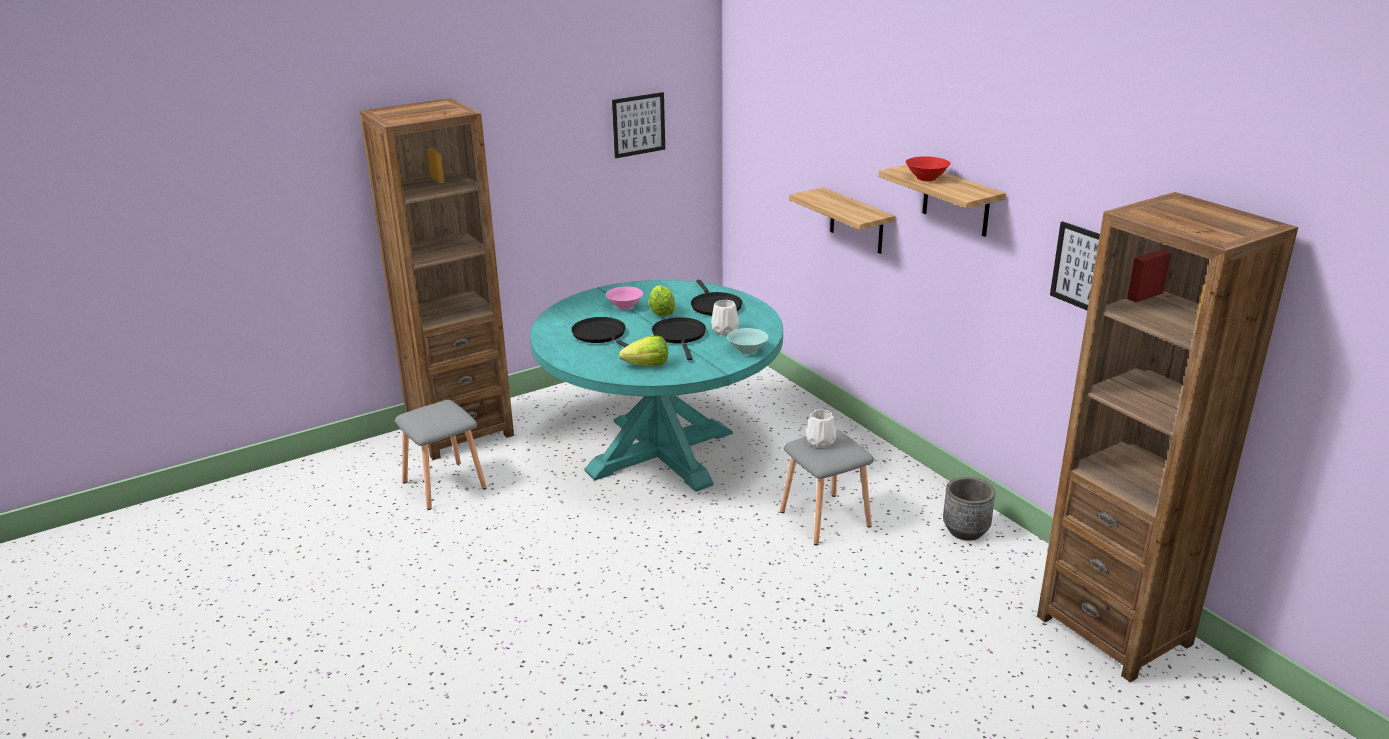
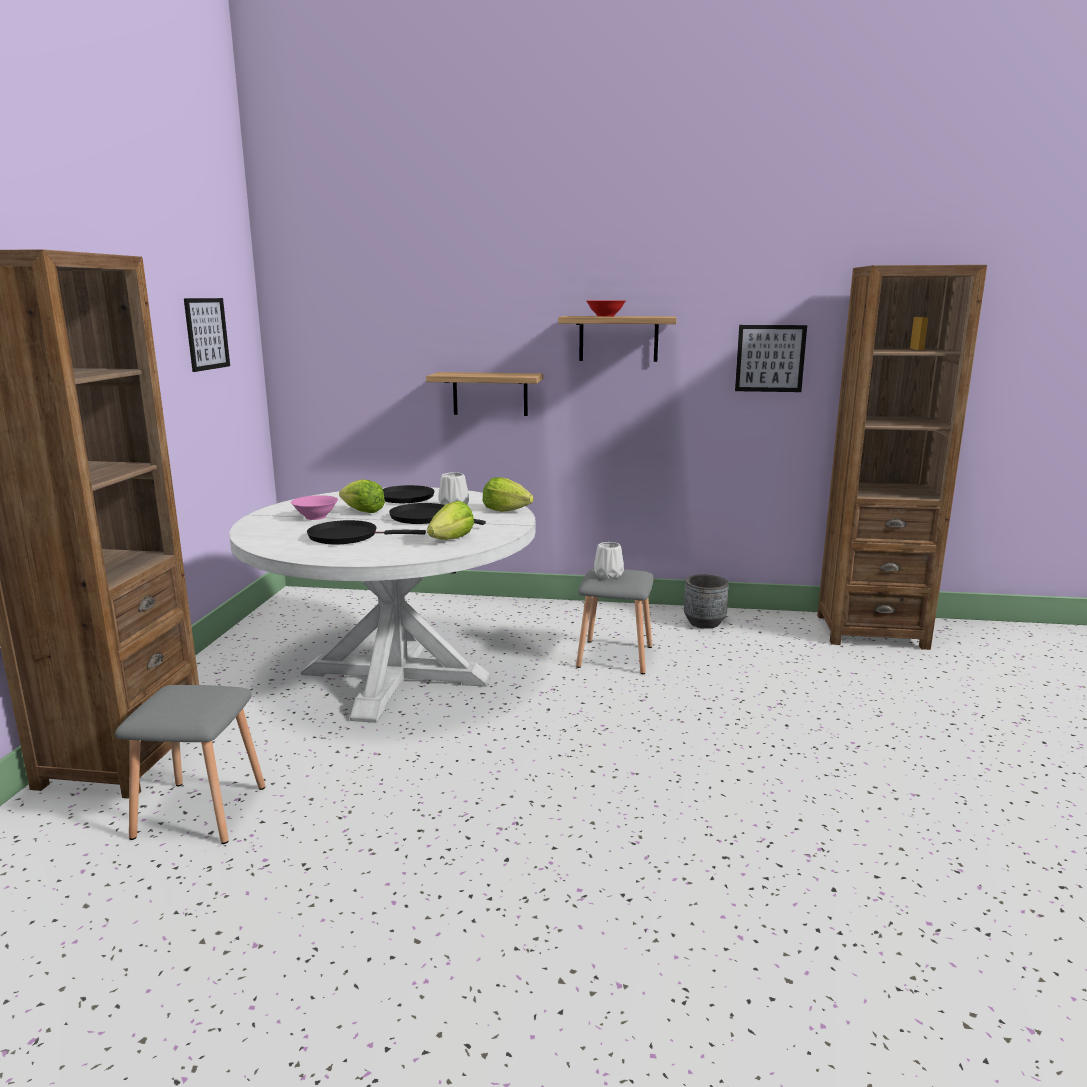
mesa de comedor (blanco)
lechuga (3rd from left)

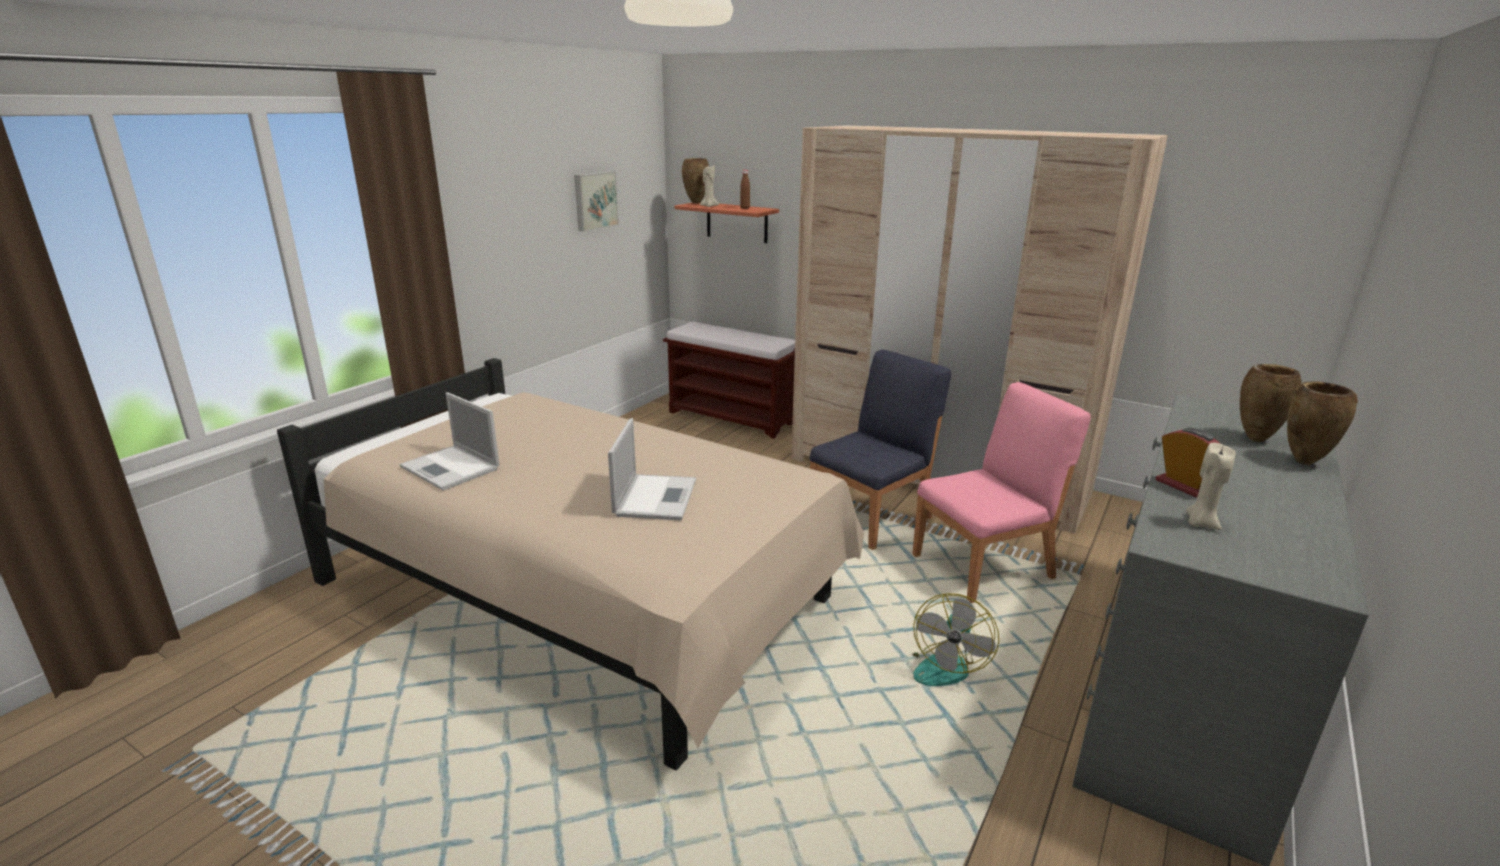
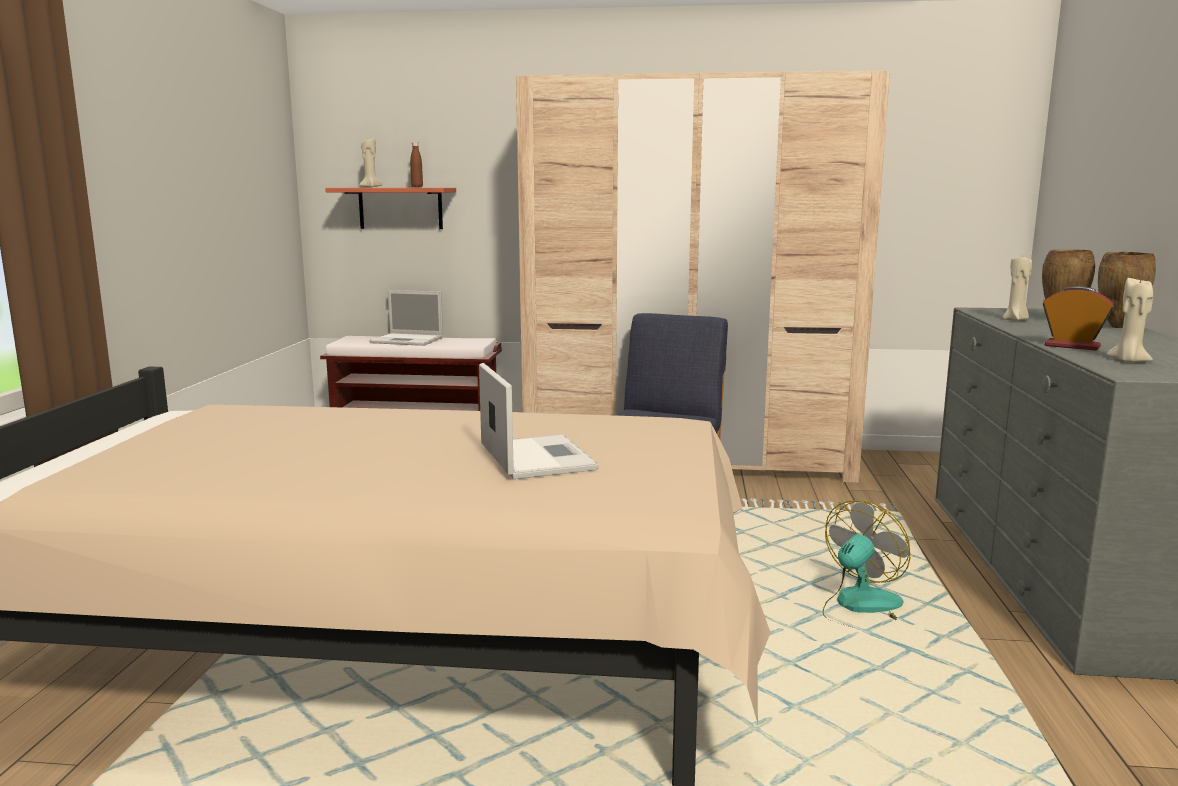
florero (marrón) (1st from left in the first image)
cuadro
silla (rosa)
portátil (1st from left)
ventilador
vela (beis) (2nd from left)

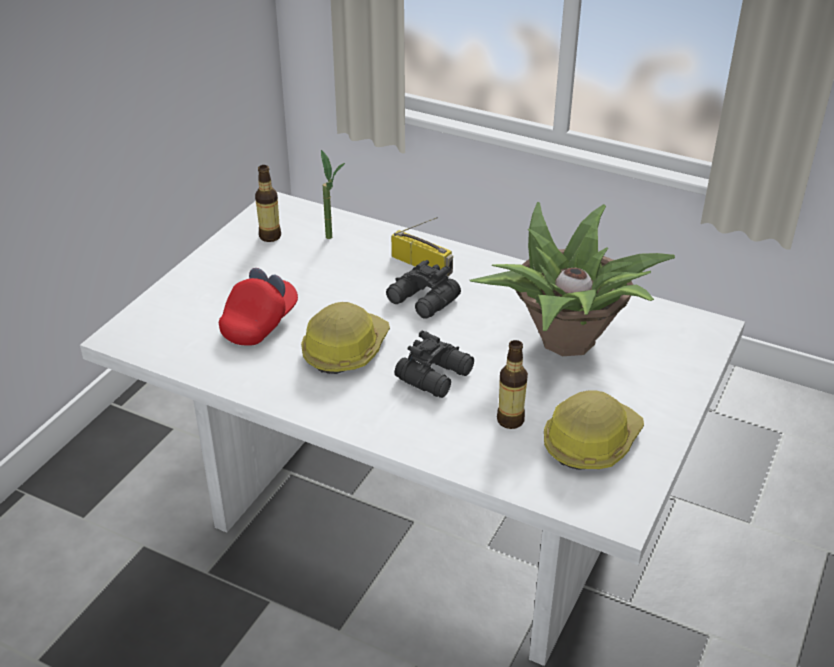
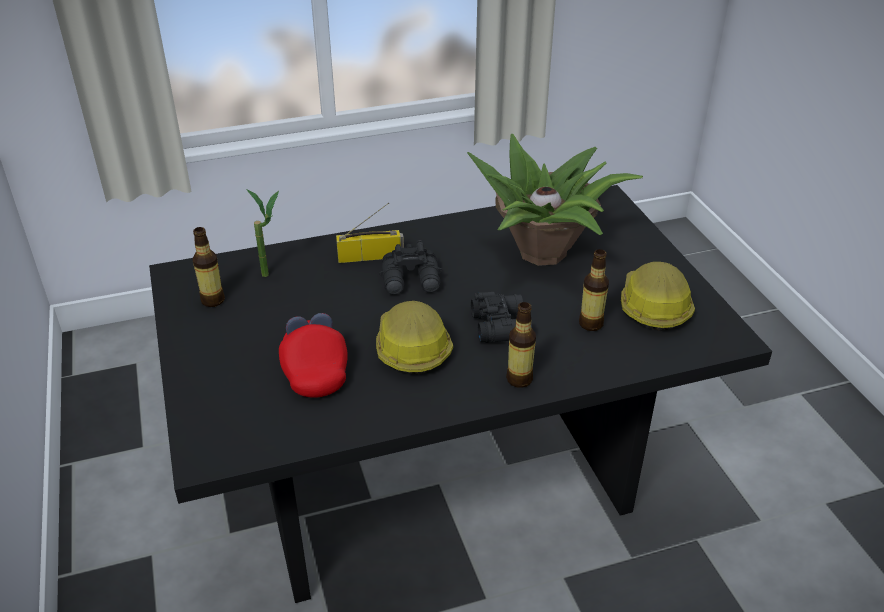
mesa de comedor (negro)
botella (2nd from left)

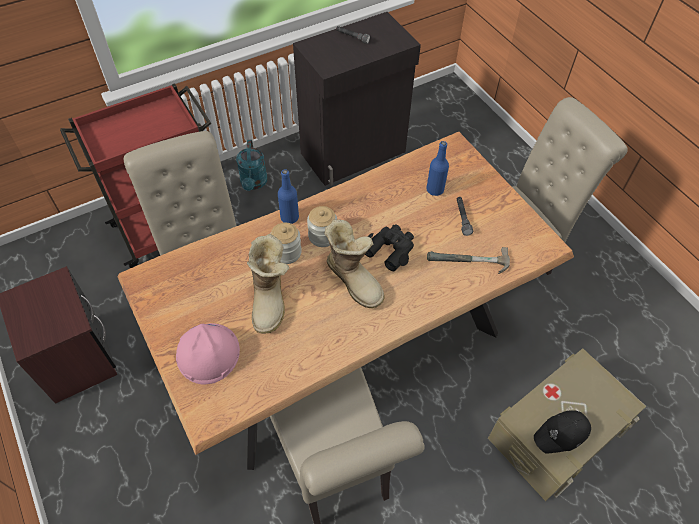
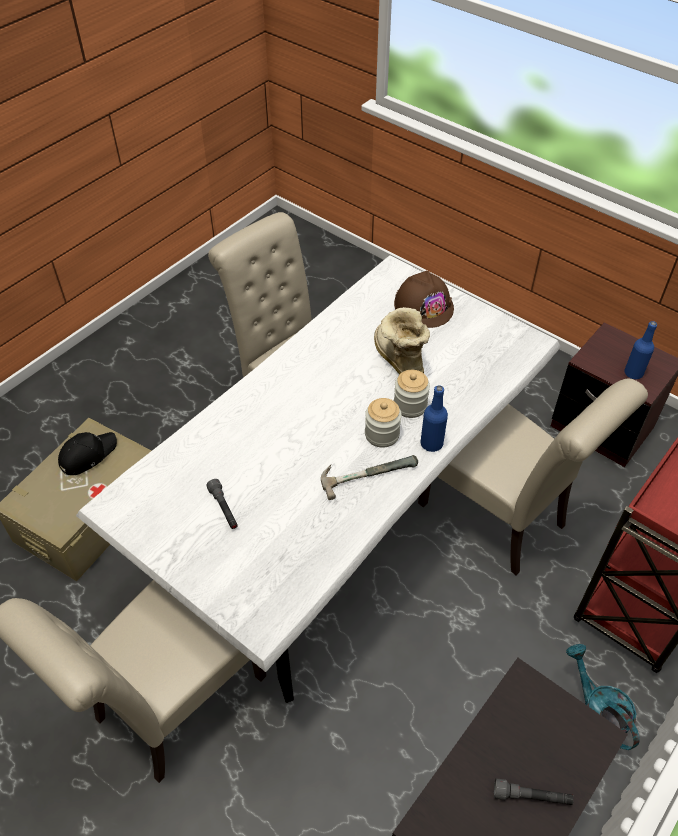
mesa de comedor (blanco)
botella (azul) (2nd from left)
bota (2nd from left in the first image)
prismáticos (negro)
martillo
casco (marrón)

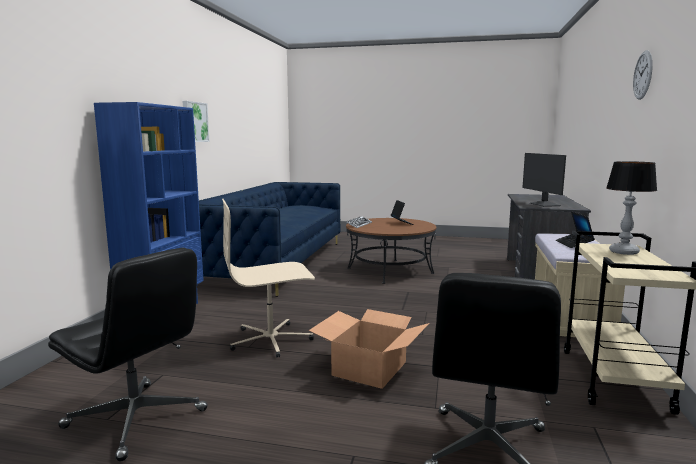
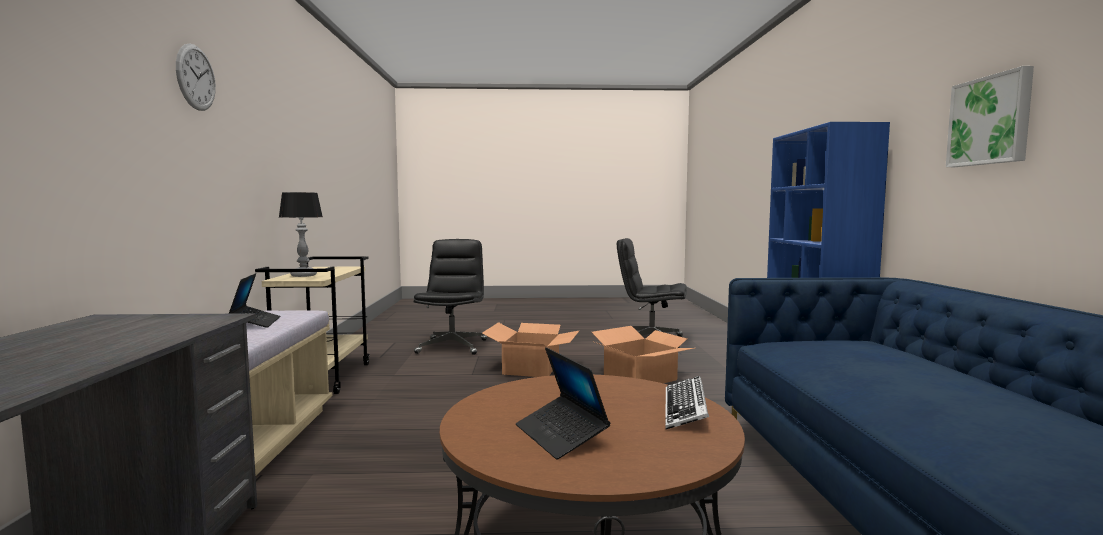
monitor
caja de cartón (2nd from left)

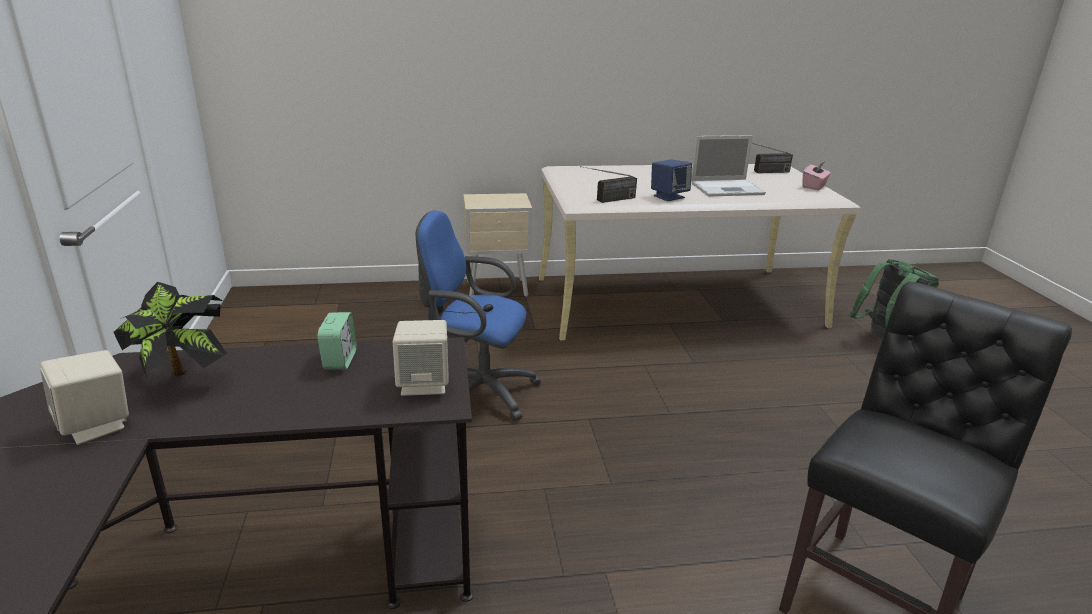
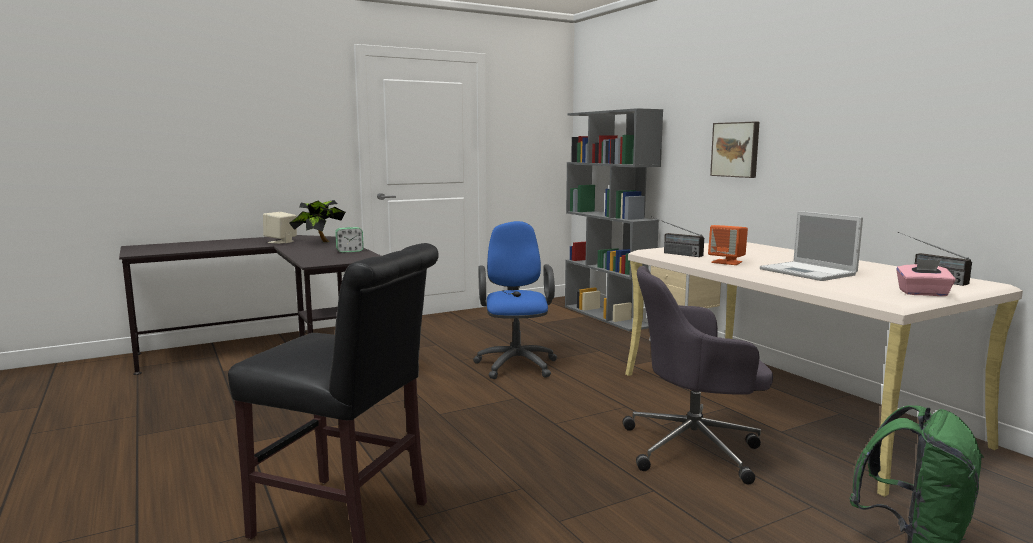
altavoz (naranja)
altavoz (beis) (2nd from left in the first image)
estantería (gris)
cuadro
silla de oficina (gris)

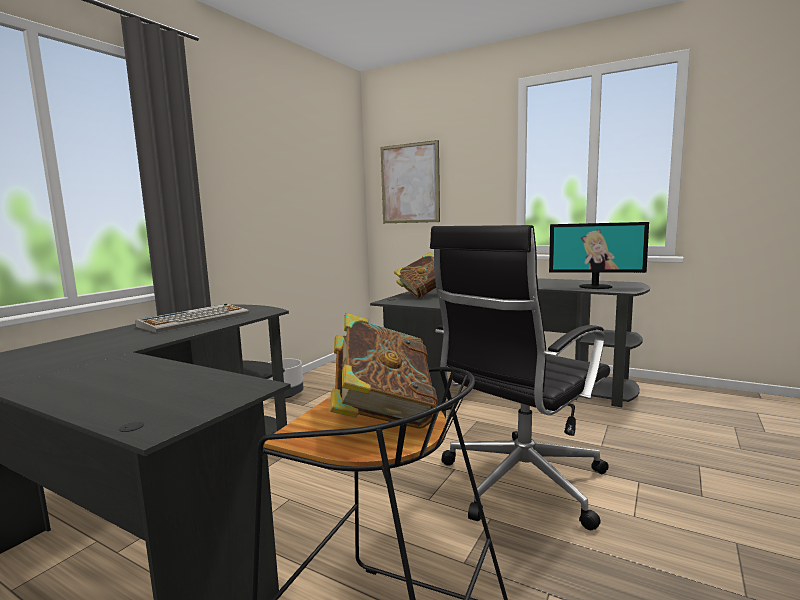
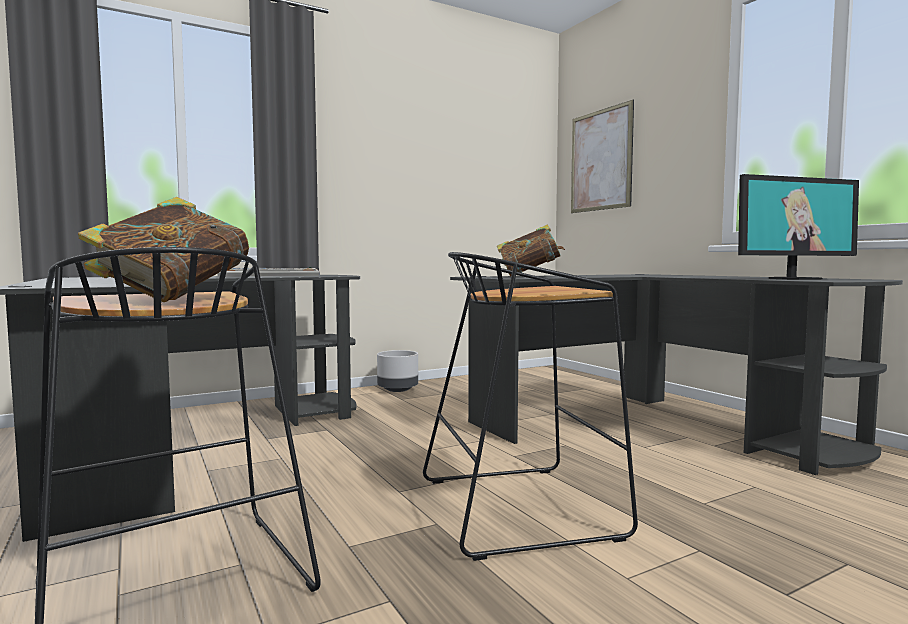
monitor
taburete (negro) (2nd from left)

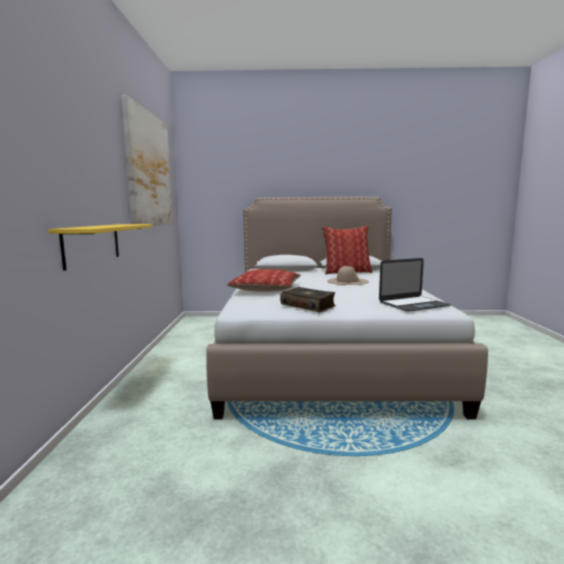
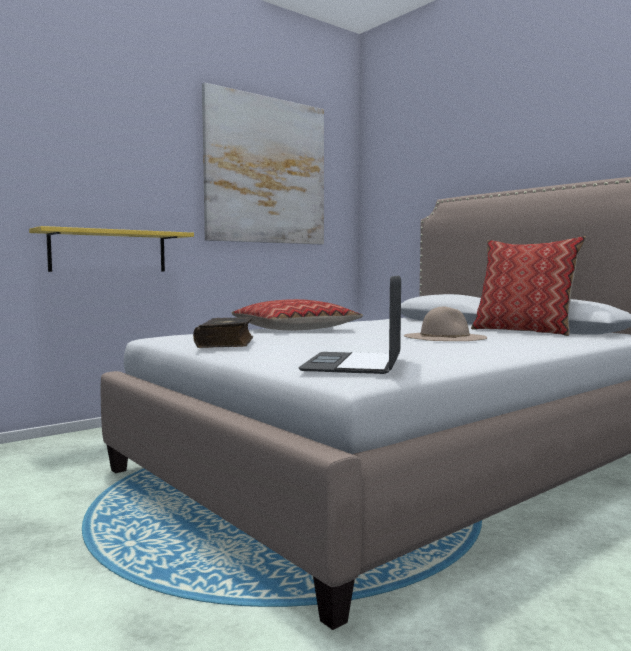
portátil

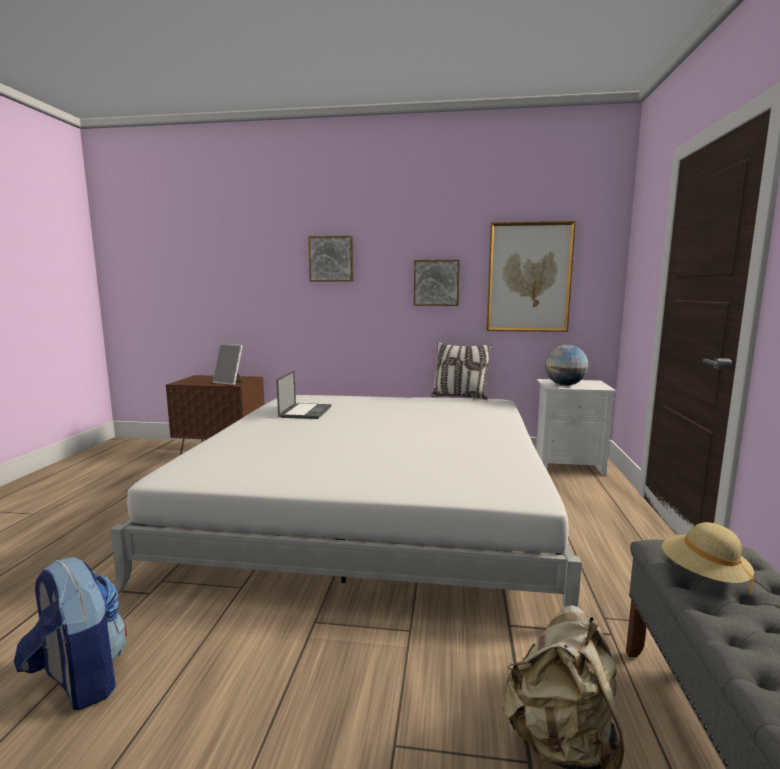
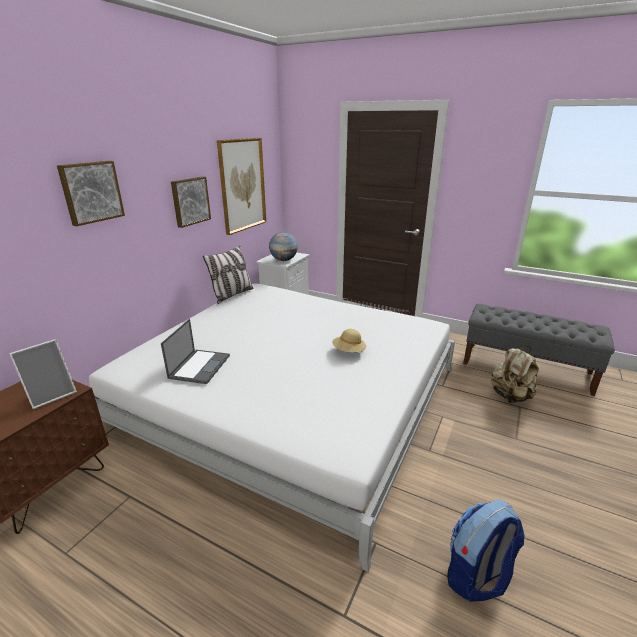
portátil
sombrero (beis)

